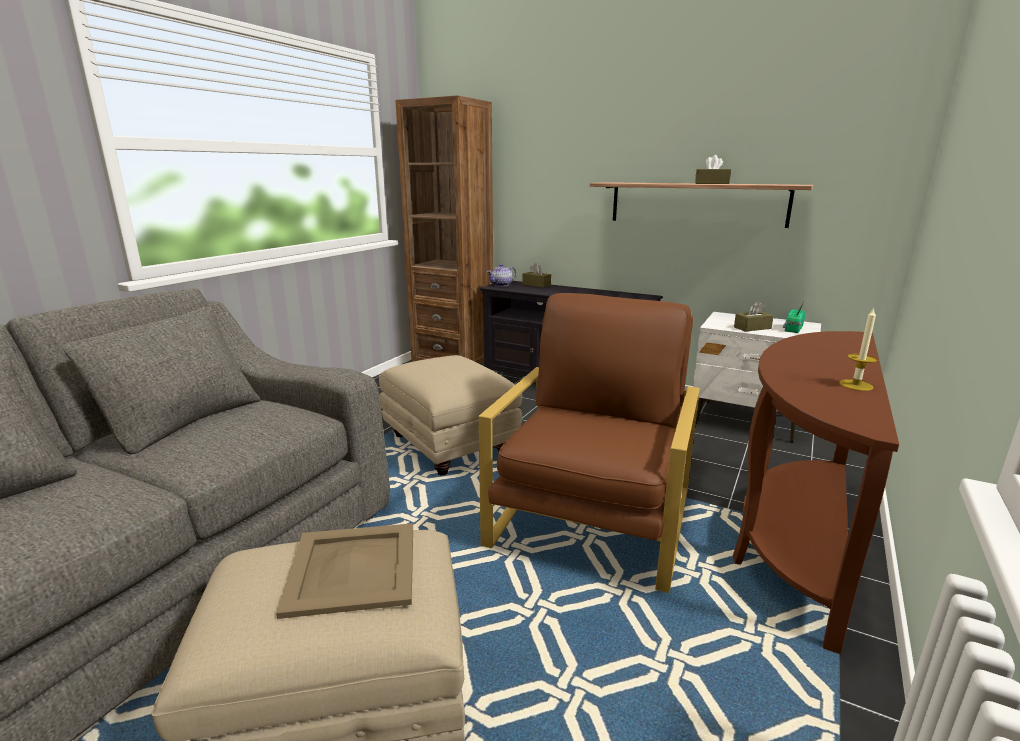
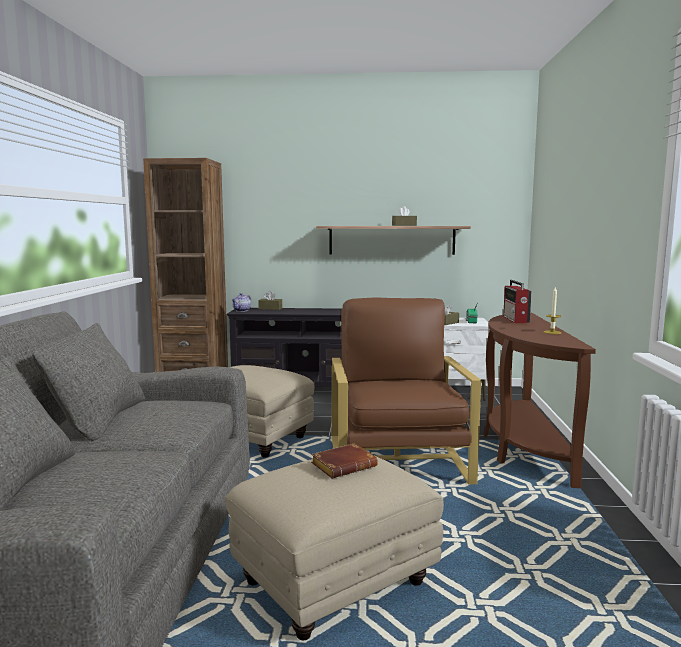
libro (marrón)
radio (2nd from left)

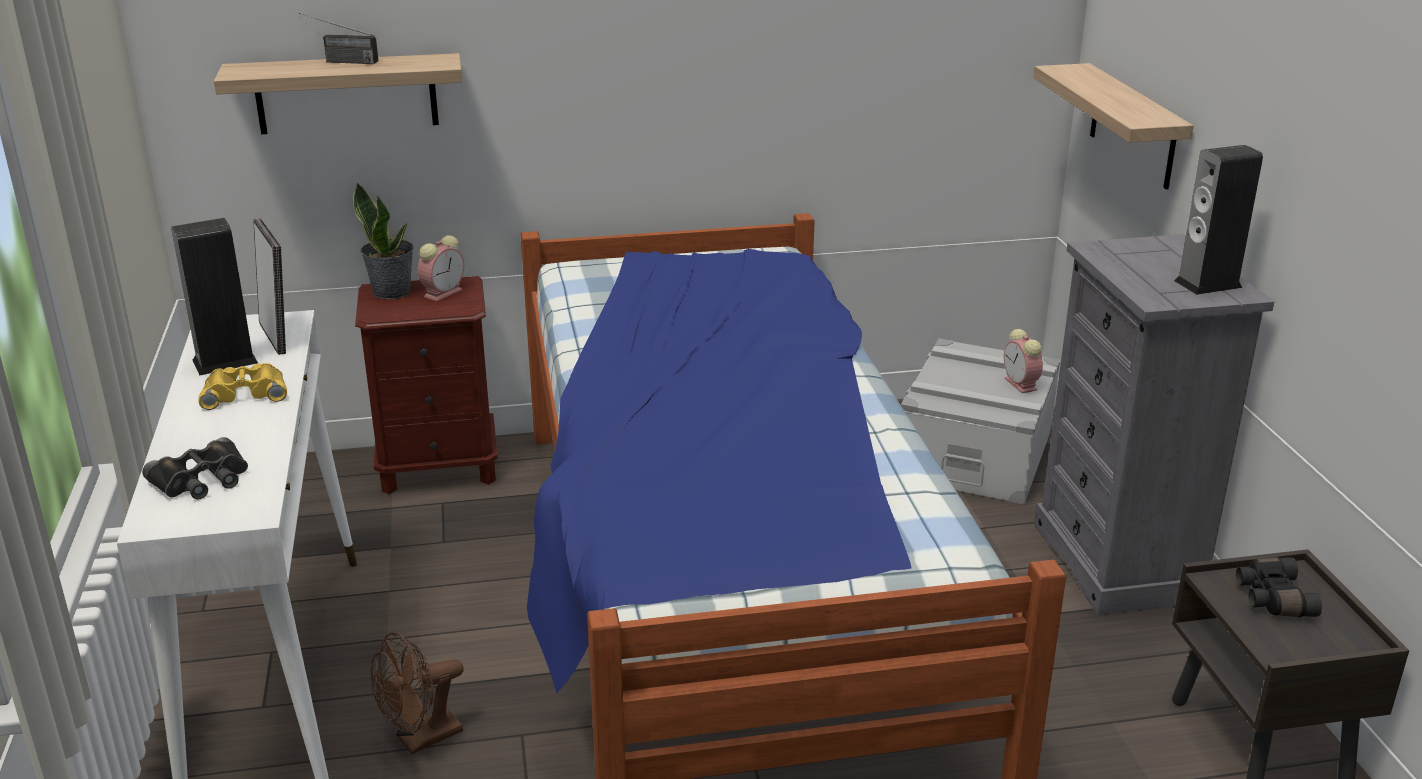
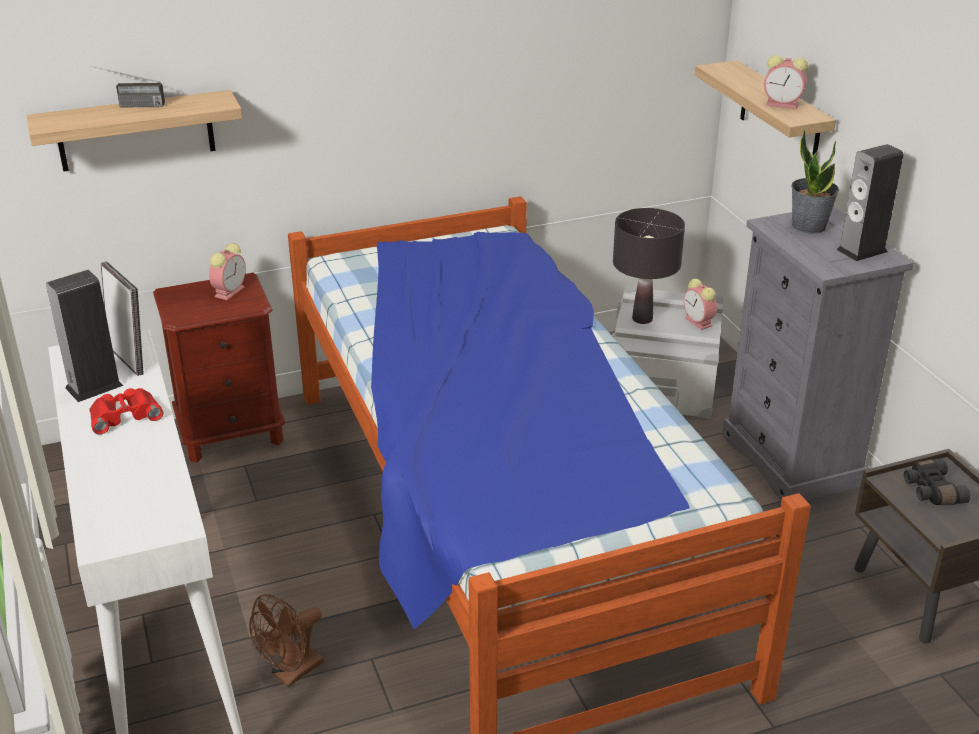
planta en maceta
prismáticos (rojo)
prismáticos (negro) (1st from left in the first image)
despertador (3rd from left)
lámpara de mesa (negro)

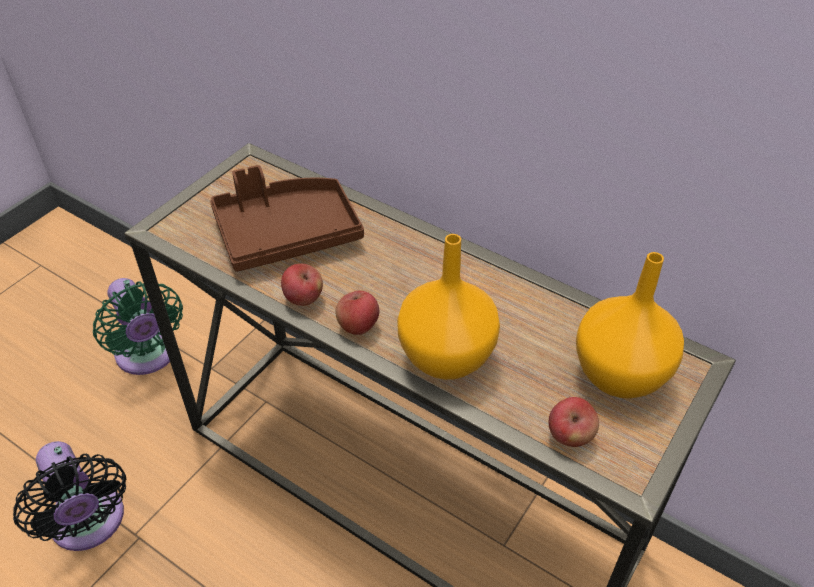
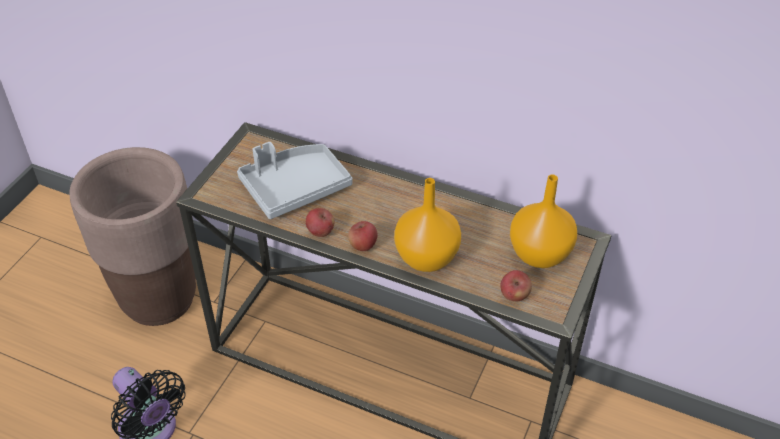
bandeja (gris)
maceta (marrón)

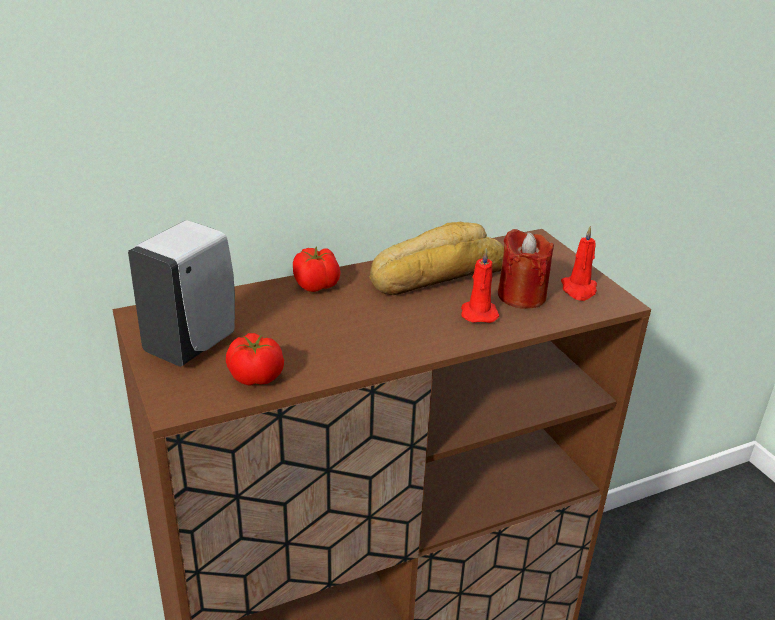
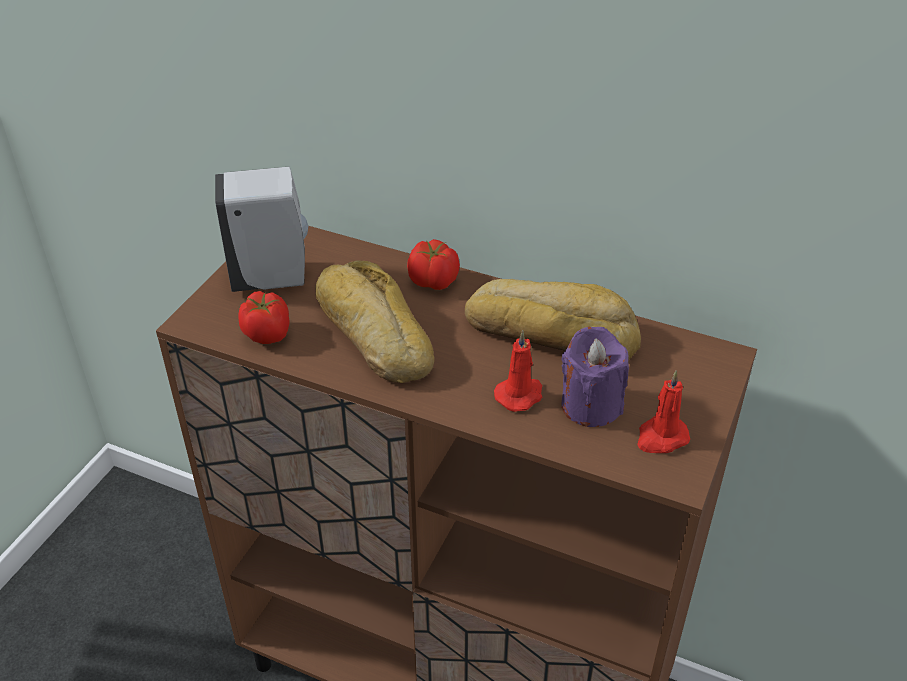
vela (morado)
pan (1st from left)

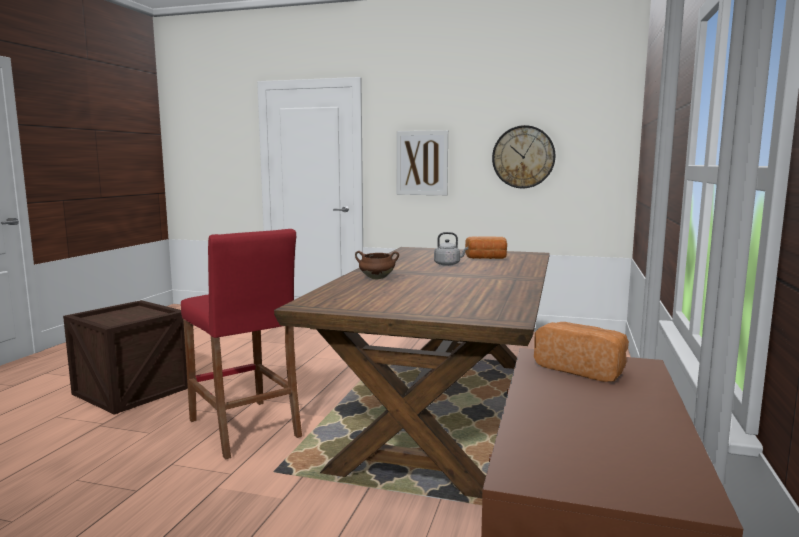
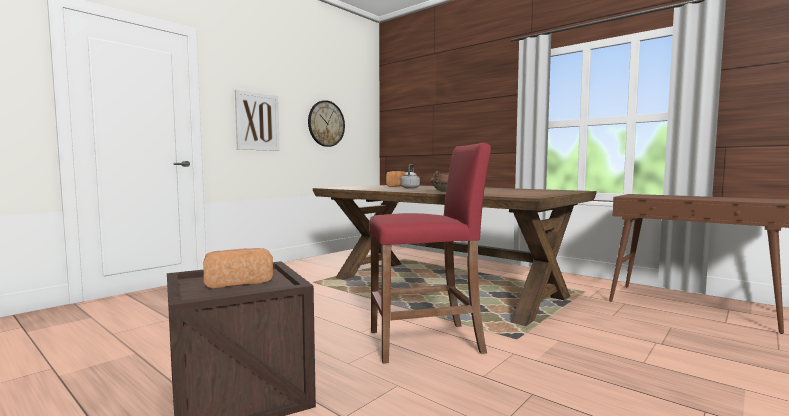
pan (1st from left)

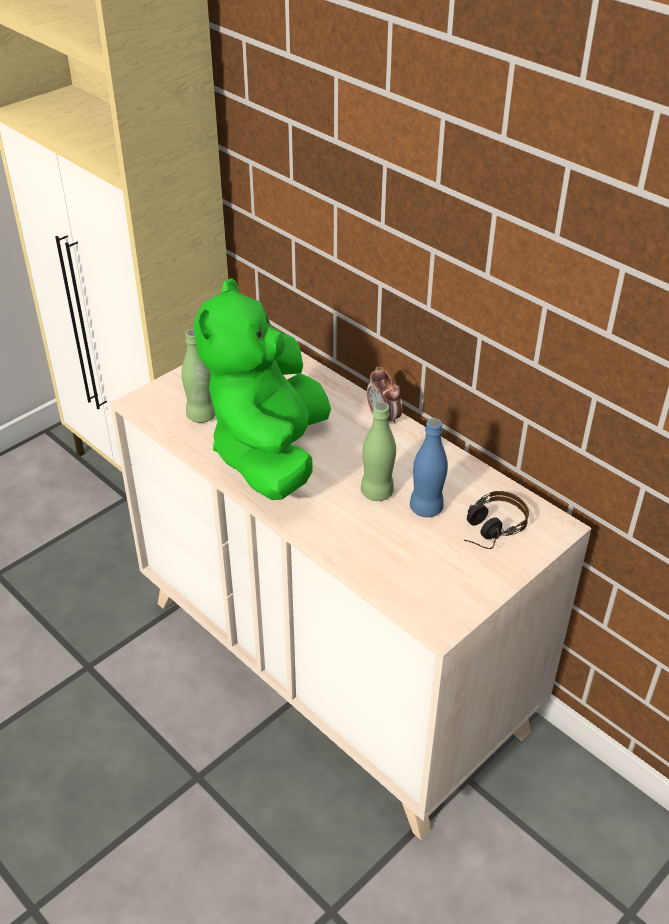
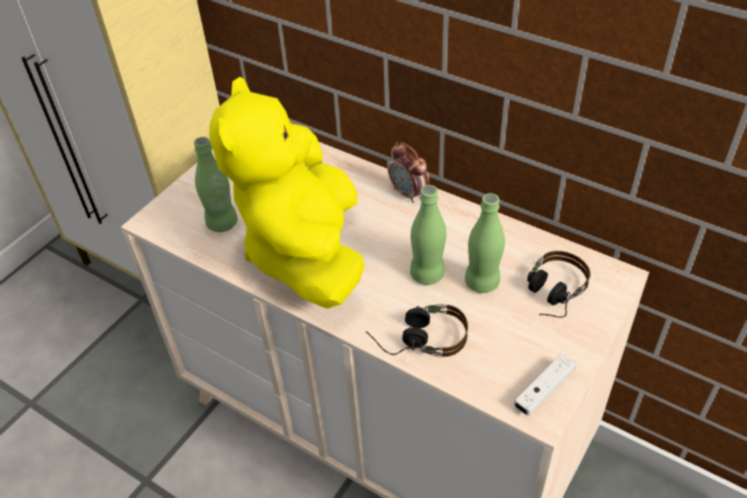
peluche (amarillo)
botella (verde) (3rd from left)
auriculares (1st from left)
mando de consola (blanco)

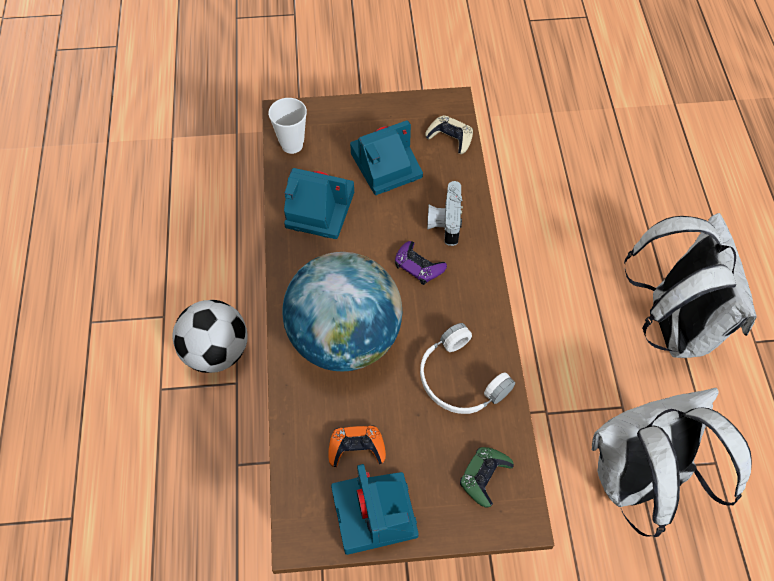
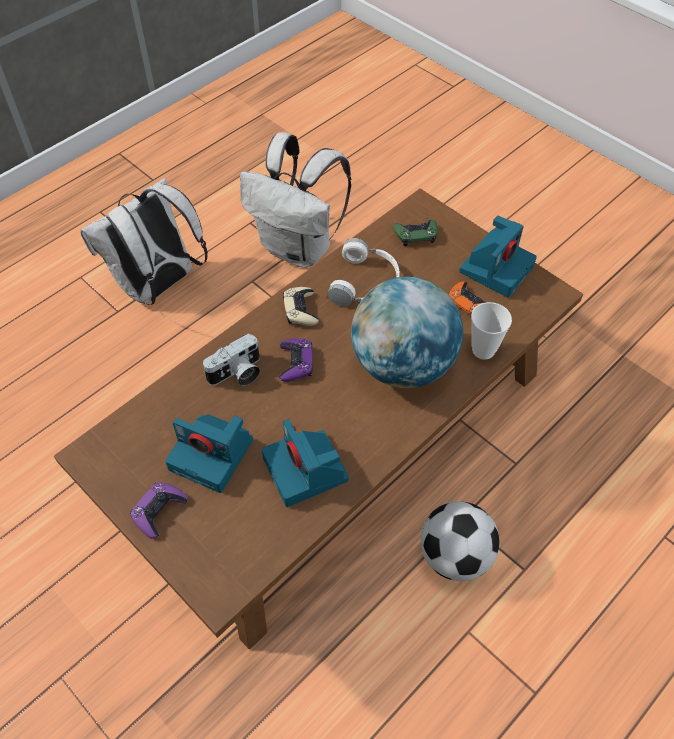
taza
mando de consola (beis)
mando de consola (morado) (1st from left)

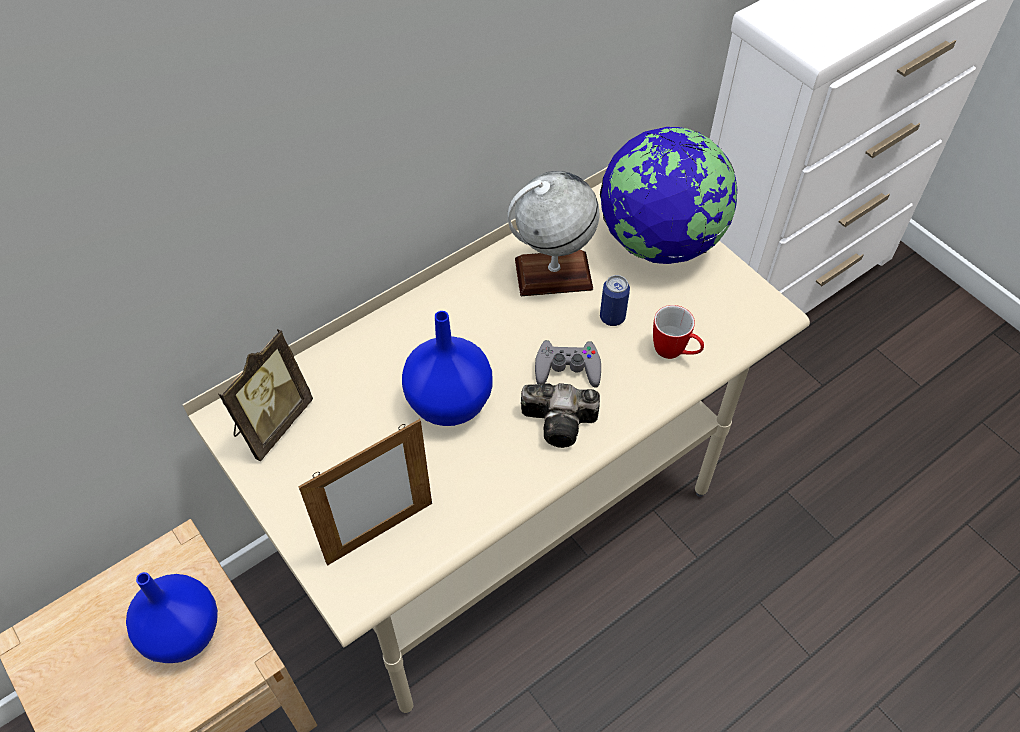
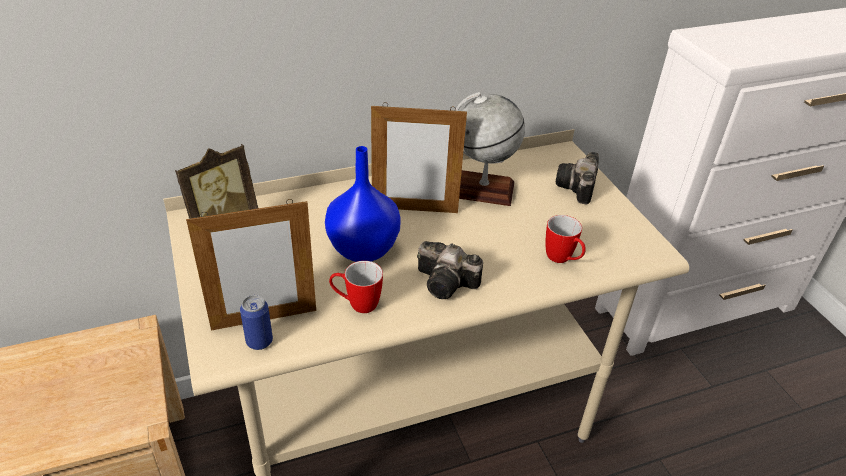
cámara (2nd from left)
lata
mando de consola (gris)
florero (azul) (1st from left in the first image)
portarretratos (3rd from left)
taza grande (1st from left)

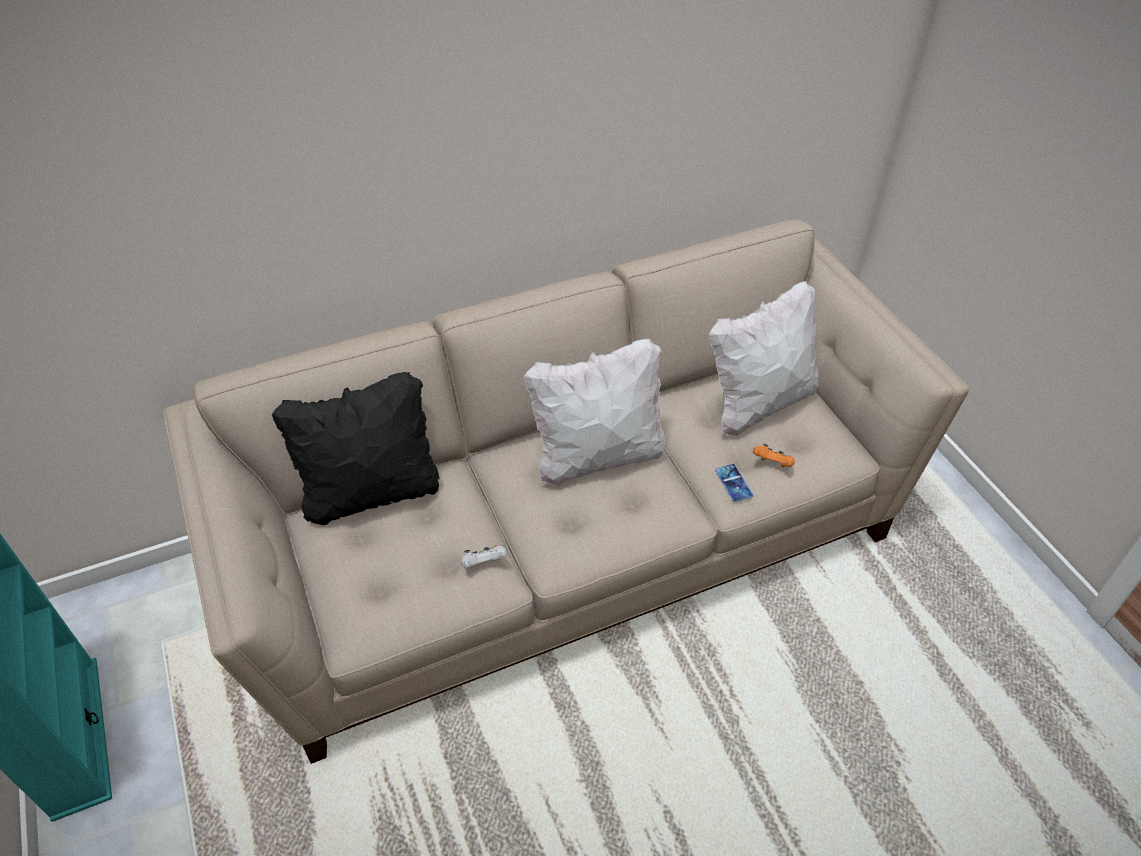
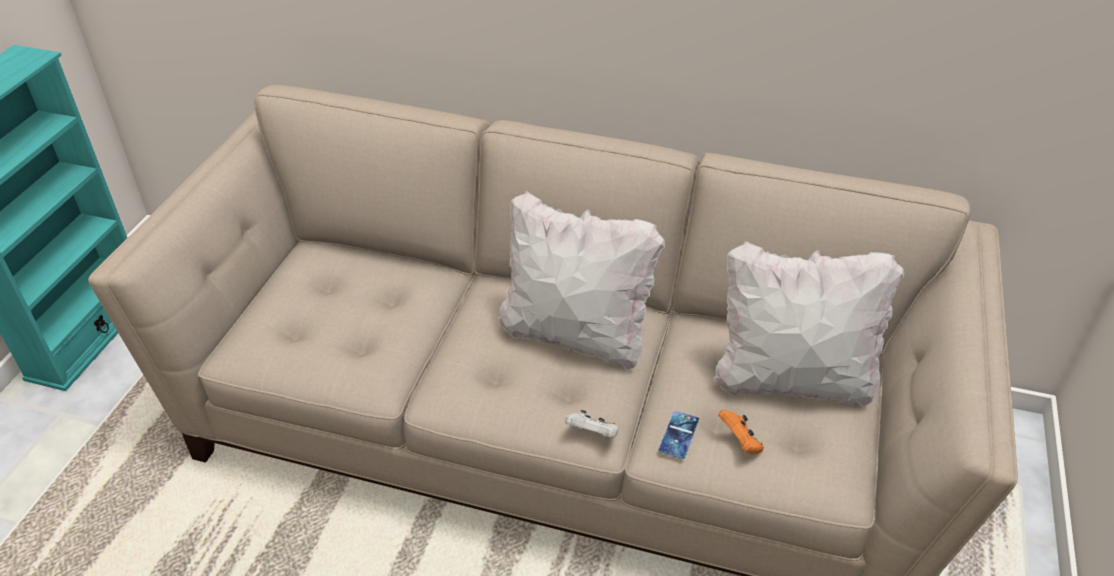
cojín (negro)
mando de consola (blanco)

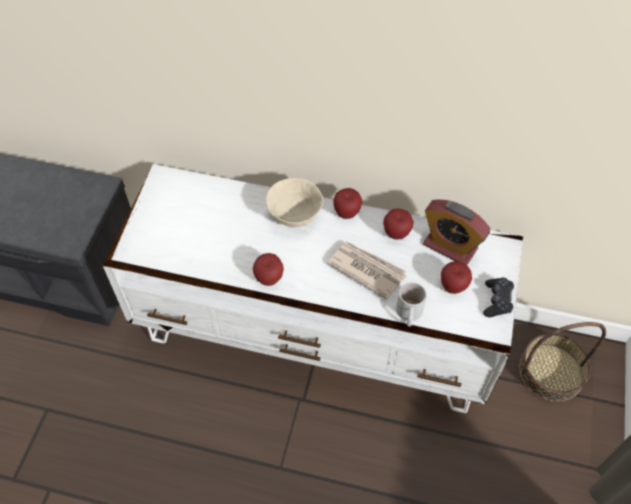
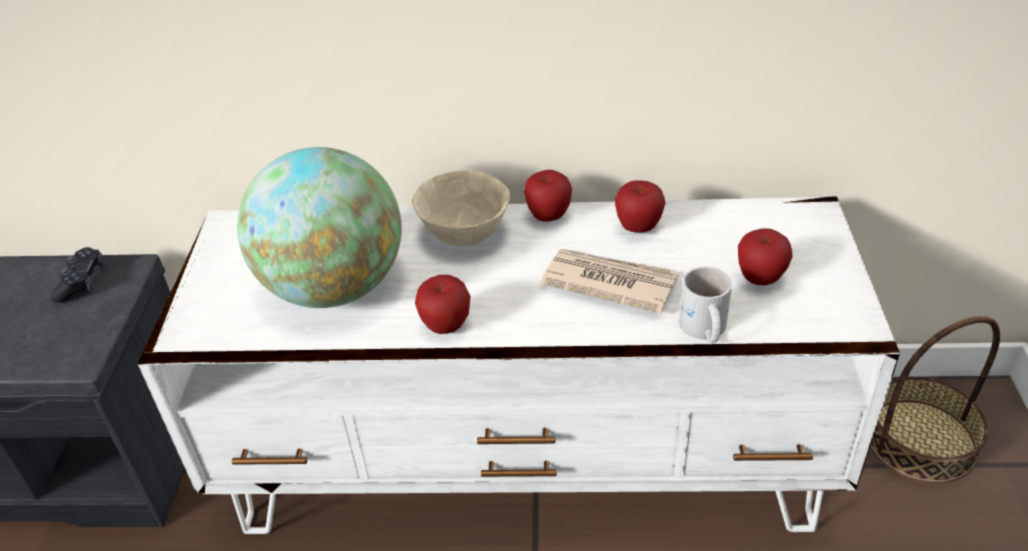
despertador
mando de consola (negro)
globo terráqueo

